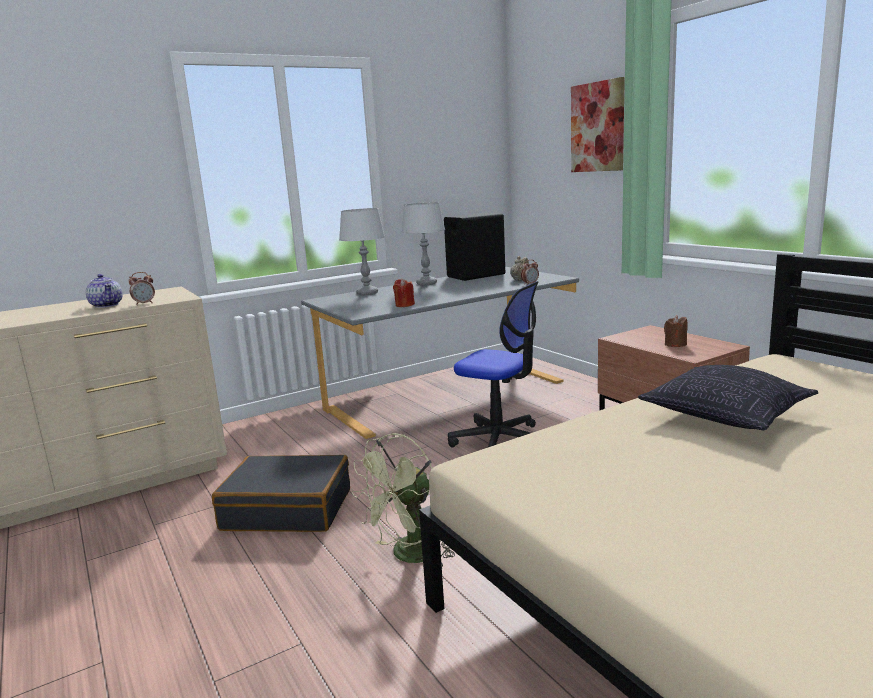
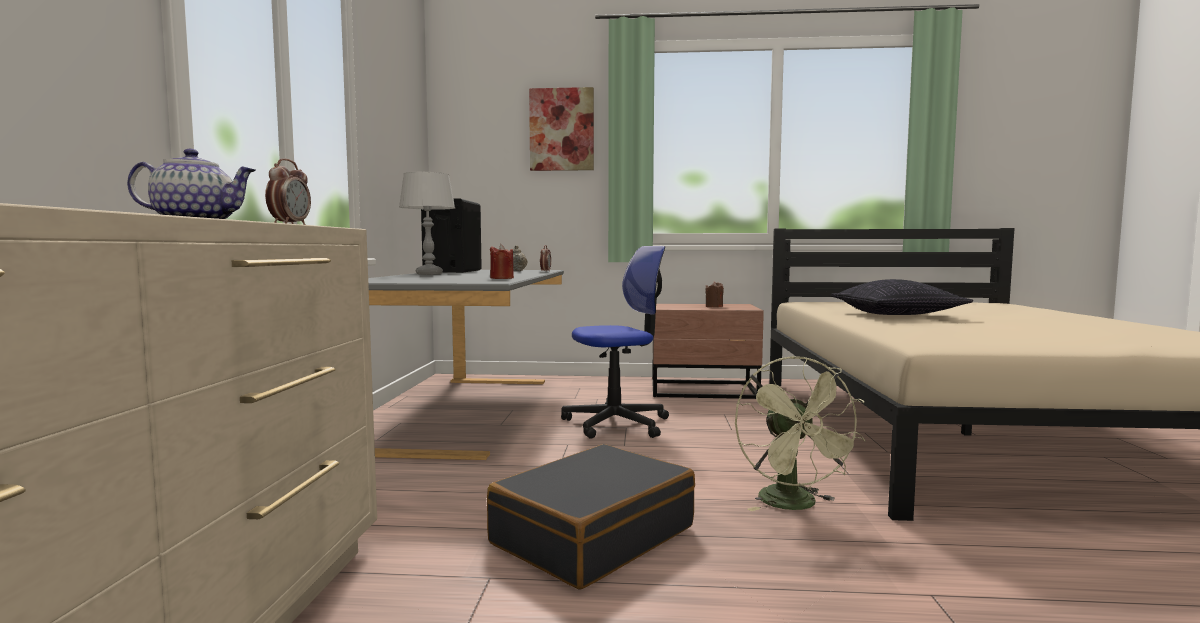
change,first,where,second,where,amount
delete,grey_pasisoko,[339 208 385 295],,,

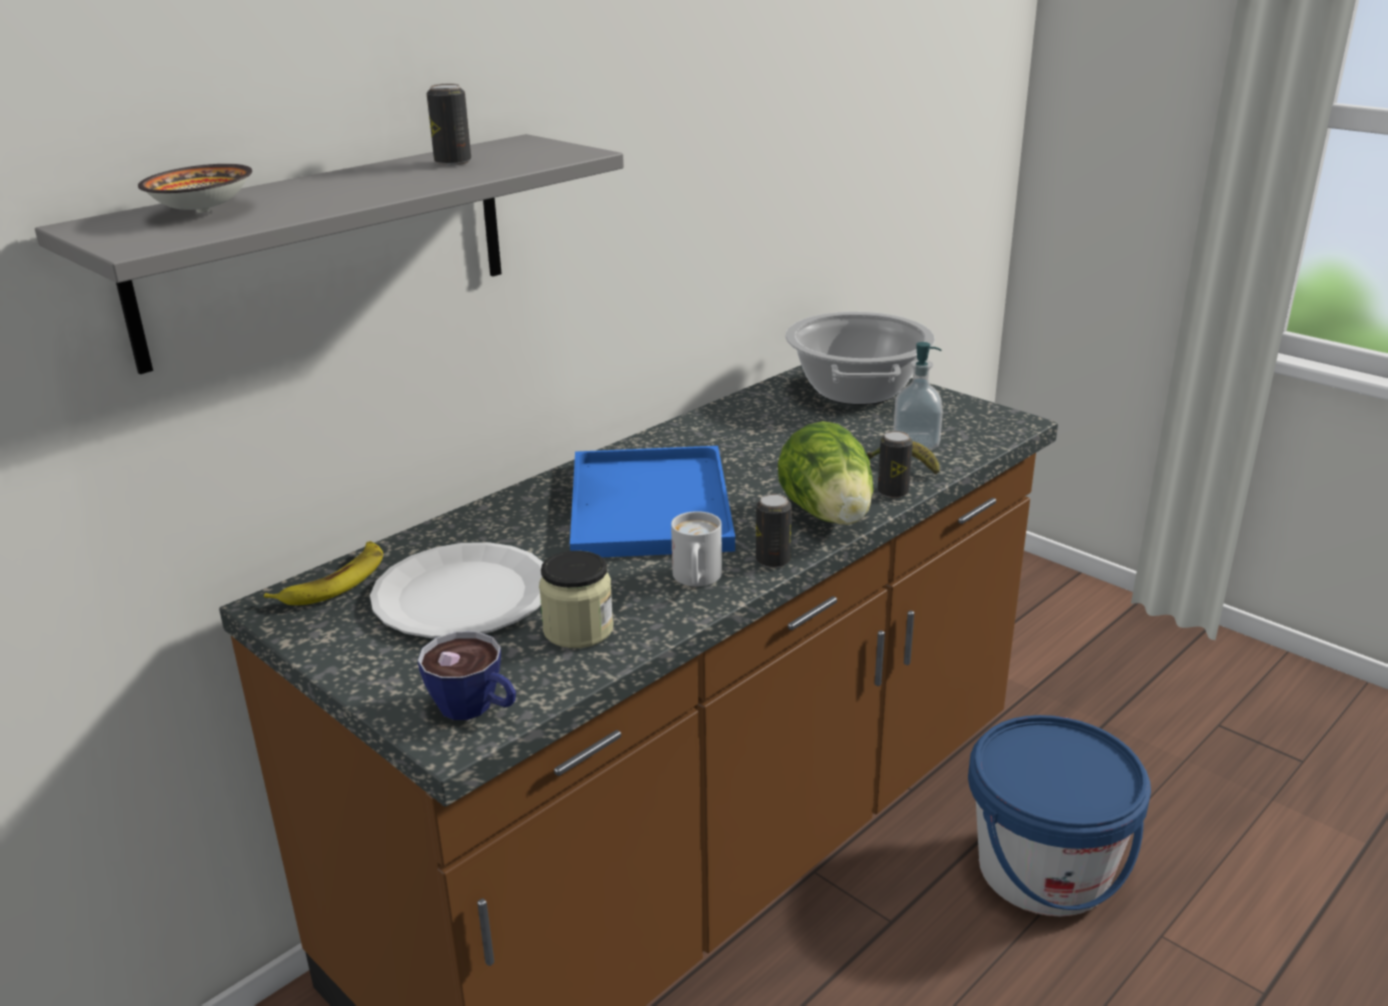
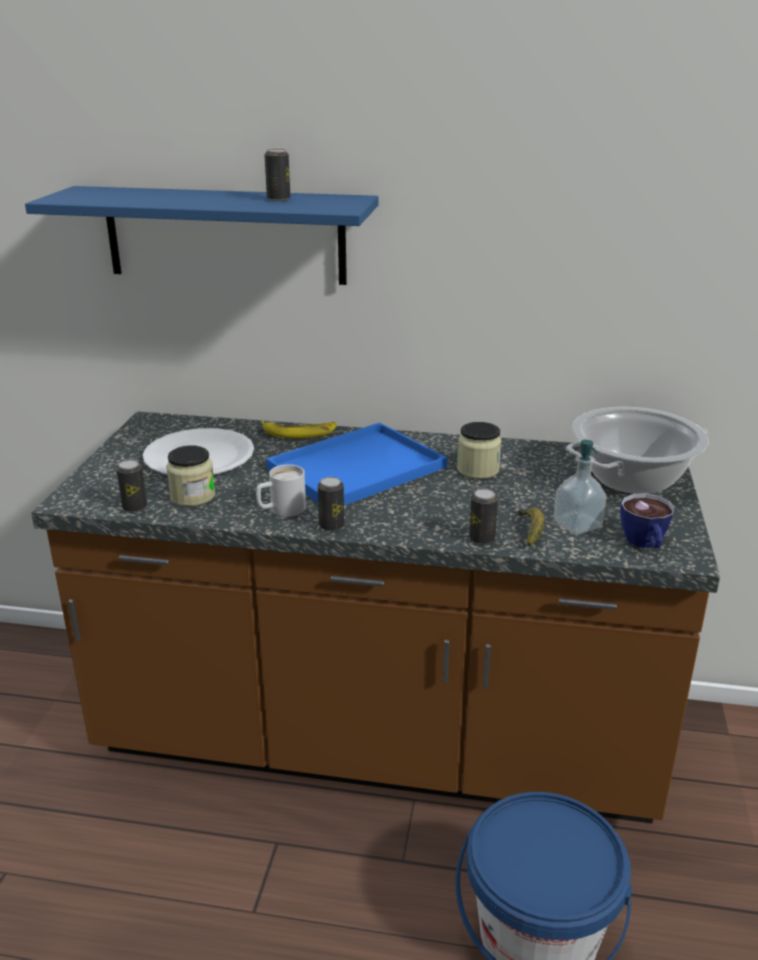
change,first,where,second,where,amount
recolor,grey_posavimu,[35 134 624 374],blue_posavimu,[25 186 379 285],
delete,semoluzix,[138 164 252 213],,,
delete,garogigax,[778 421 873 525],,,
move,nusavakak,[264 541 383 605],,[261 421 337 438],
move,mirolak,[418 631 516 720],,[620 493 675 548],
insert,,,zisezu,[457 422 502 479],
insert,,,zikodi,[116 460 147 512],

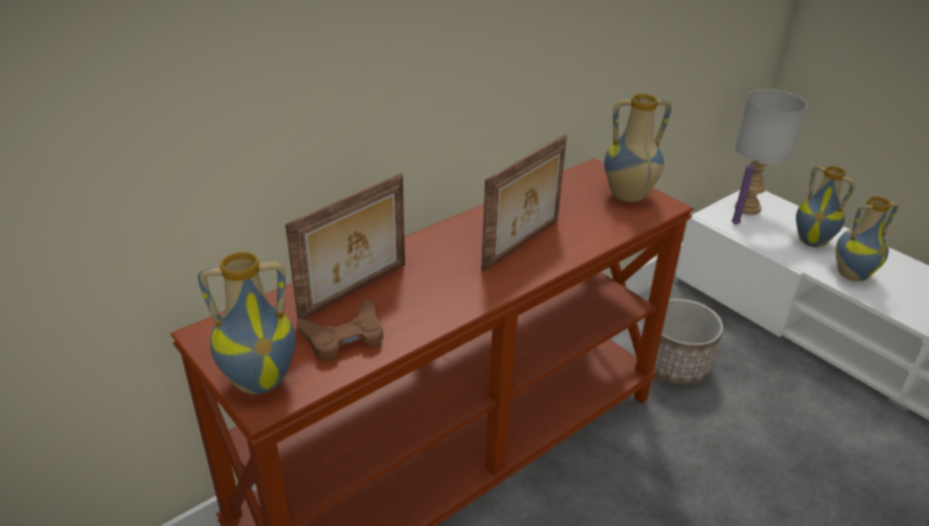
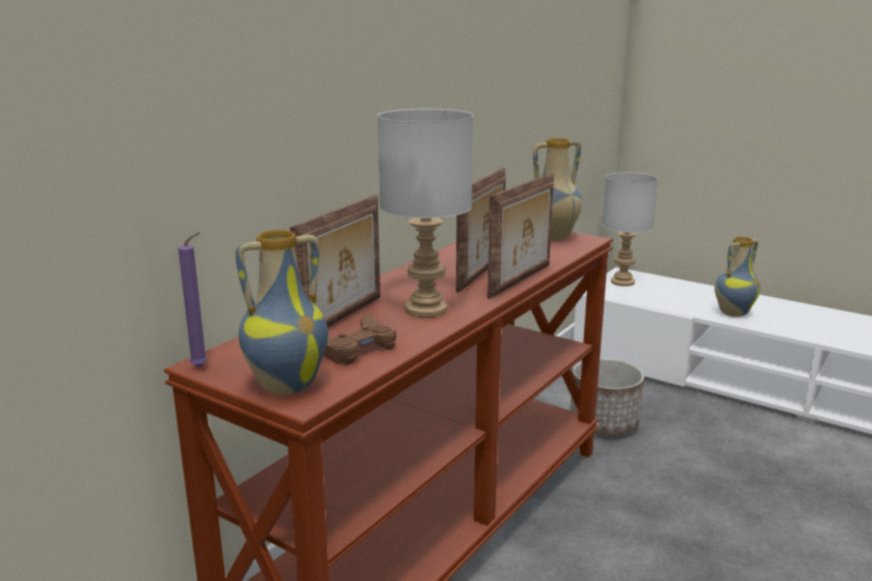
change,first,where,second,where,amount
move,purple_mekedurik,[732 160 760 225],,[178 232 208 368],
delete,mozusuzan,[796 165 855 247],,,
insert,,,grey_pasisoko,[377 109 473 317],
insert,,,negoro,[487 173 554 299],

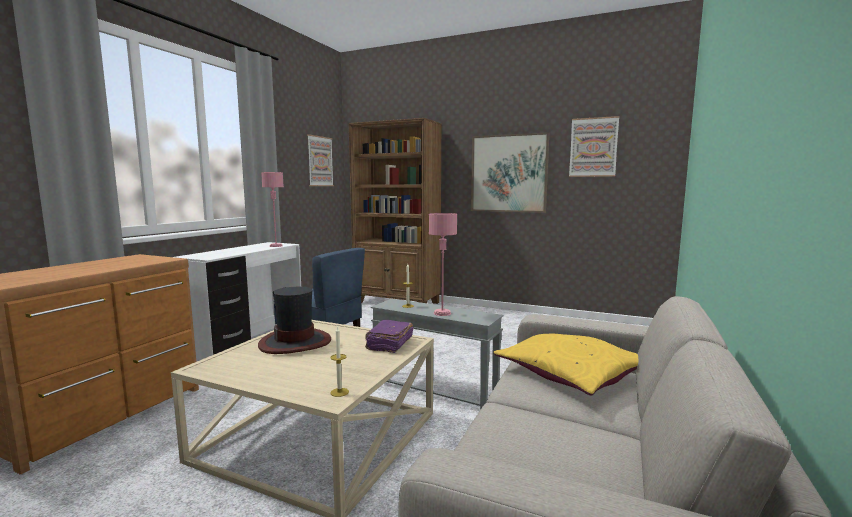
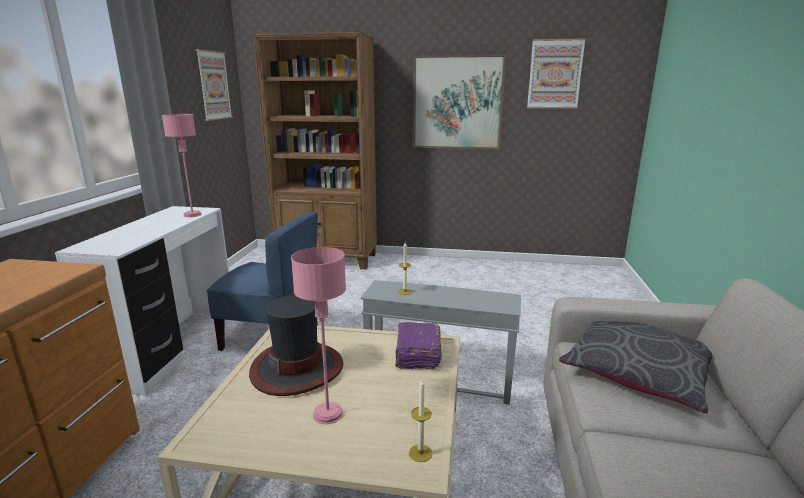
change,first,where,second,where,amount
move,pink_pasisoko,[429 213 457 316],,[291 247 346 424],
recolor,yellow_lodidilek,[493 333 638 396],grey_lodidilek,[559 321 713 413],

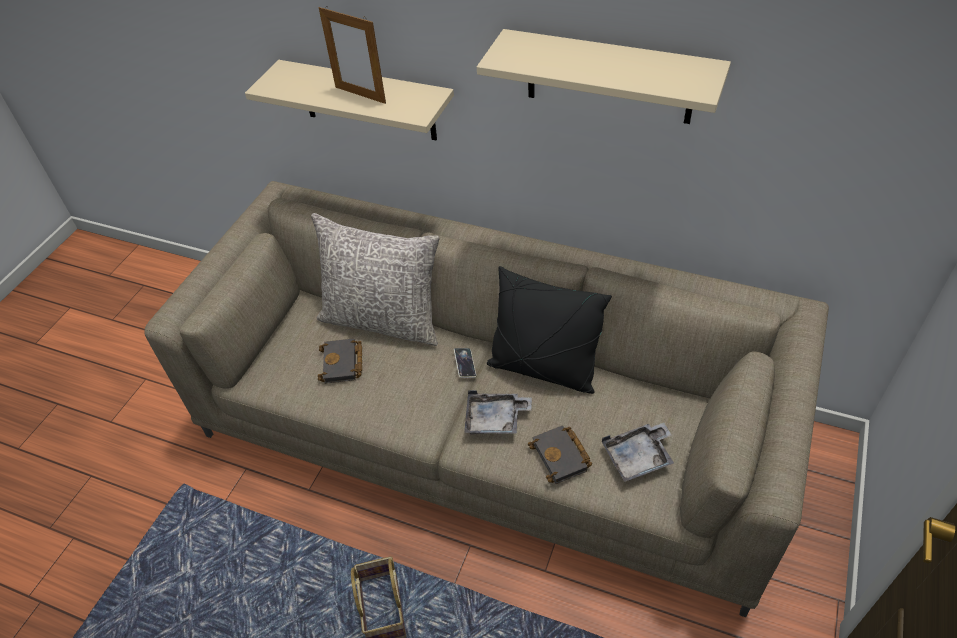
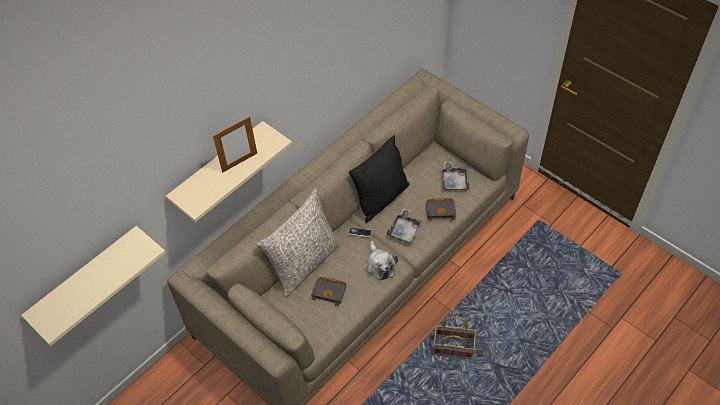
change,first,where,second,where,amount
move,beige_posavimu,[477 29 731 124],,[21 226 166 346],
insert,,,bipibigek,[367 241 398 280],

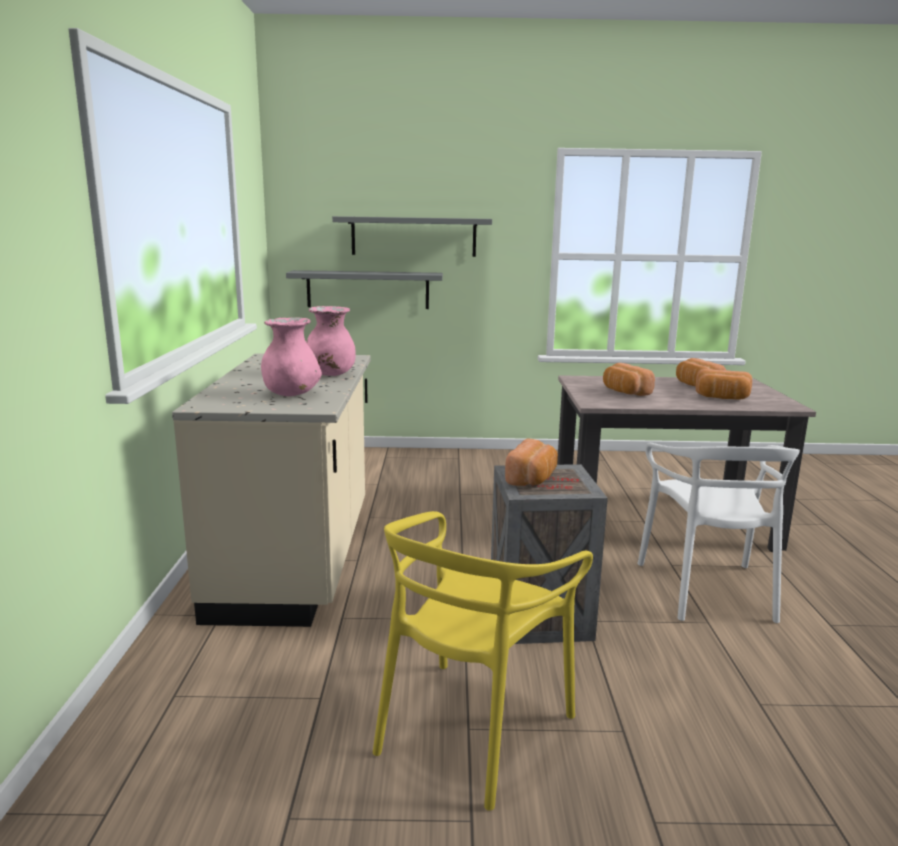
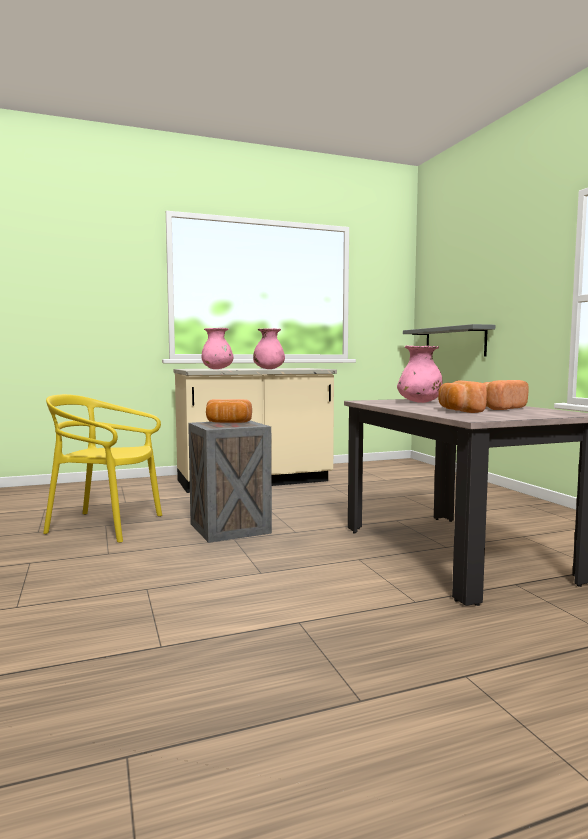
change,first,where,second,where,amount
delete,grey_posavimu,[332 216 492 257],,,
replace,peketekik,[603 363 655 396],pink_mozusuzan,[397 346 443 403],
delete,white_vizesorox,[638 443 800 623],,,

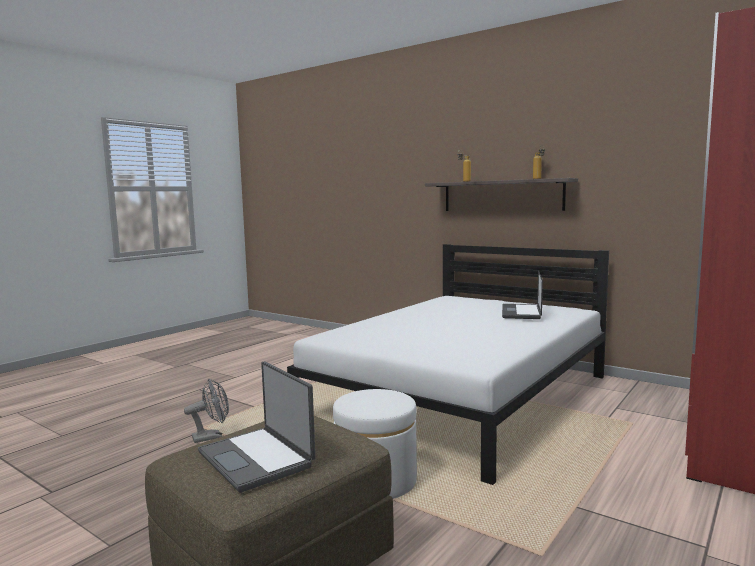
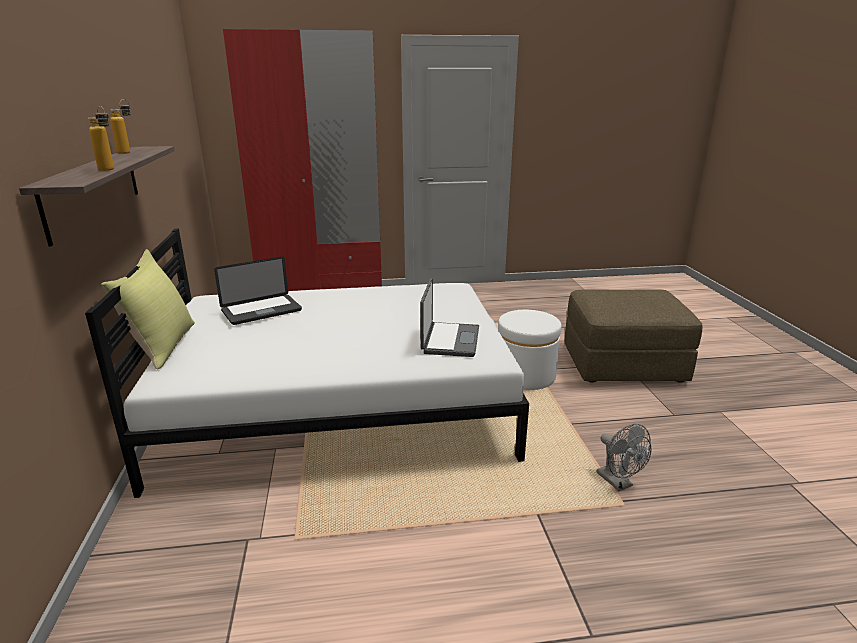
change,first,where,second,where,amount
move,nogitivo,[198 361 315 493],,[420 278 479 357],
rotate,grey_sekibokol,[184 379 229 443],,[596 424 652 491],135 degrees counterclockwise
insert,,,yellow_lodidilek,[101 249 195 369],

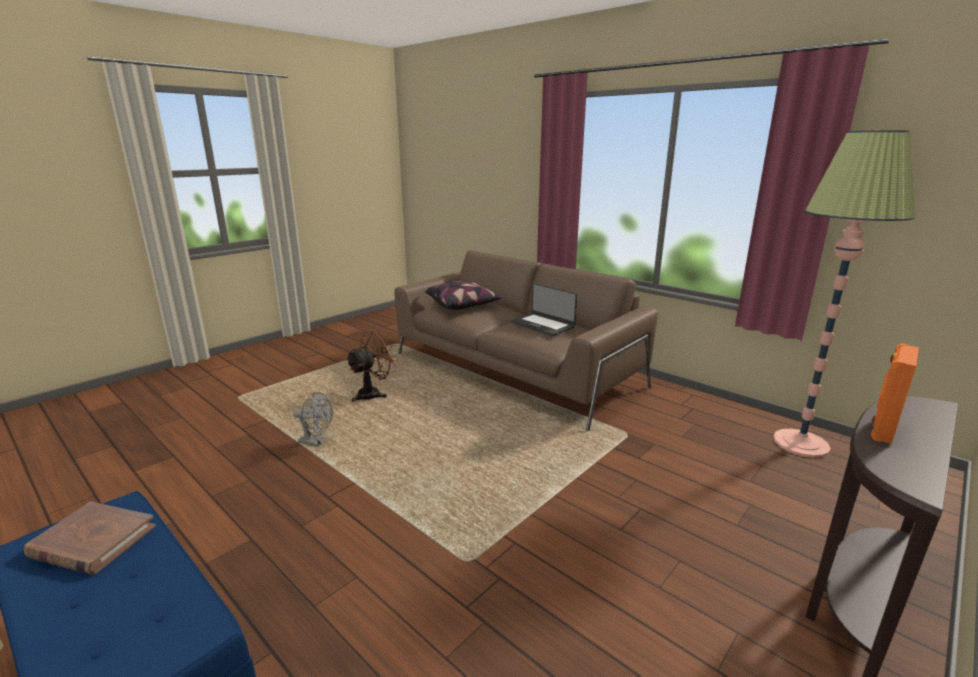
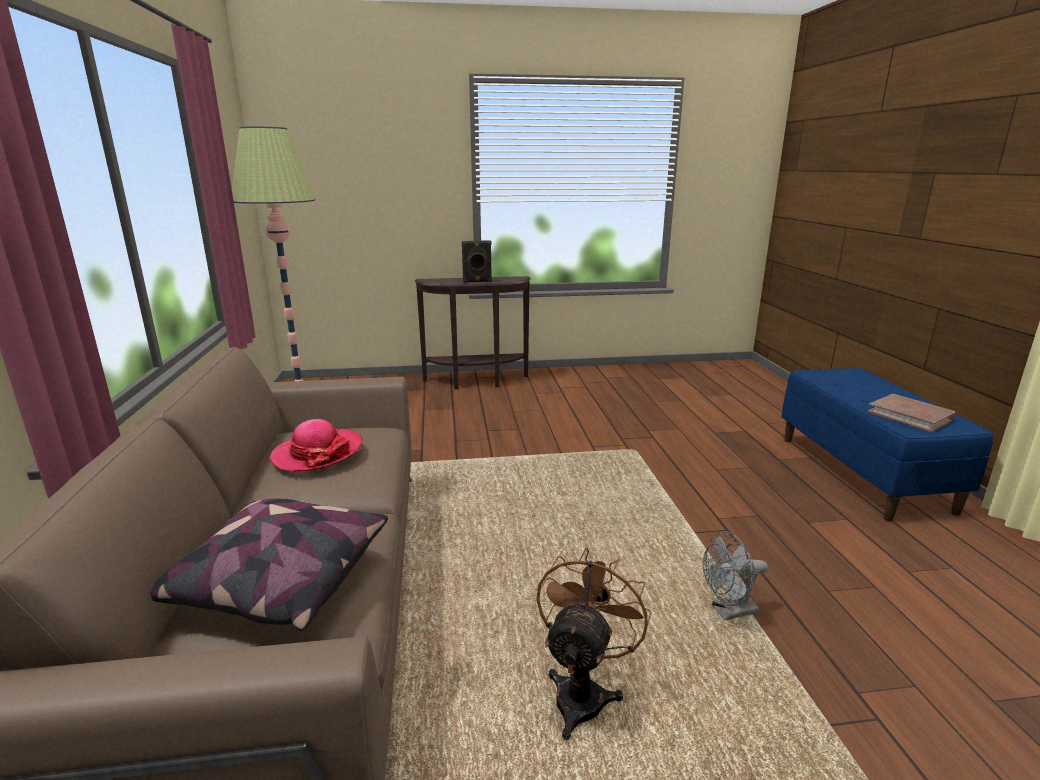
change,first,where,second,where,amount
replace,nogitivo,[511 283 577 336],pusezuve,[269 419 363 472],
rotate,brown_sekibokol,[346 329 399 402],,[536 548 651 740],120 degrees clockwise
recolor,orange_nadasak,[871 343 919 444],black_nadasak,[462 240 492 283],
rotate,grey_sekibokol,[293 392 333 447],,[703 532 768 620],75 degrees counterclockwise

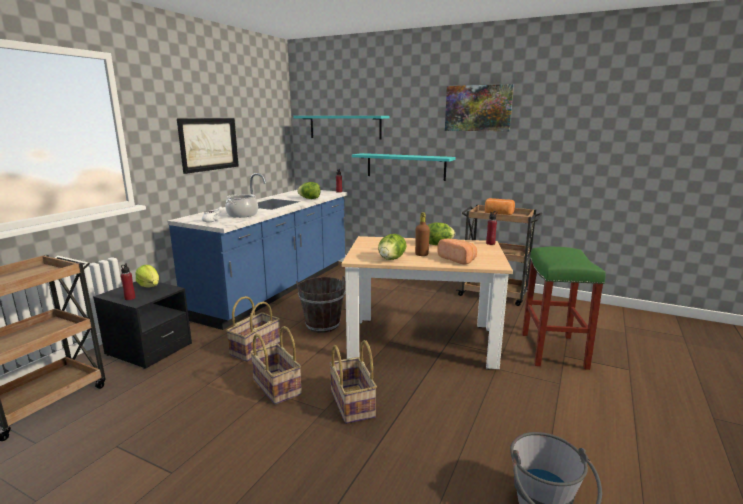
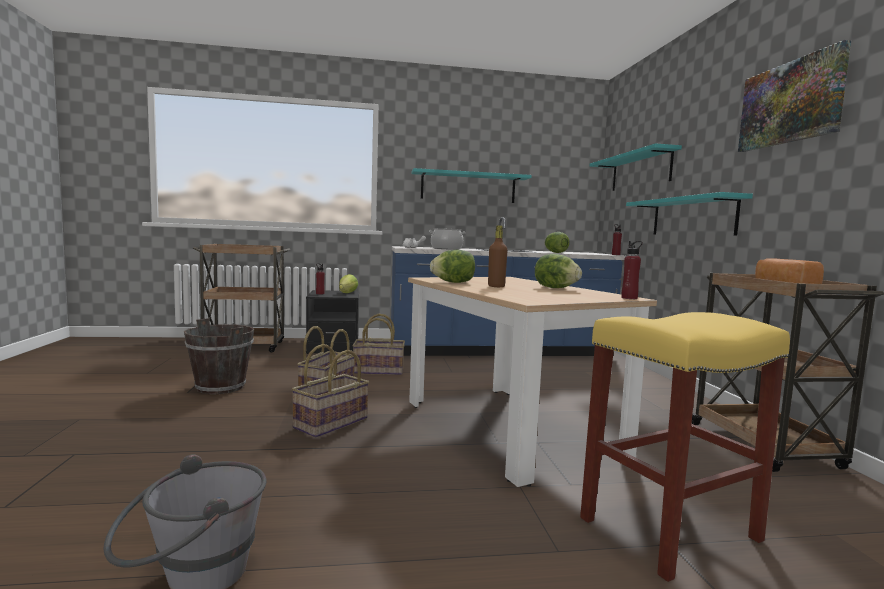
change,first,where,second,where,amount
replace,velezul,[177 118 239 174],turquoise_posavimu,[412 168 532 203],
delete,peketekik,[437 239 477 265],,,
recolor,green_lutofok,[522 247 606 370],yellow_lutofok,[580 312 790 582],
move,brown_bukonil,[296 276 345 333],,[184 318 254 394],

